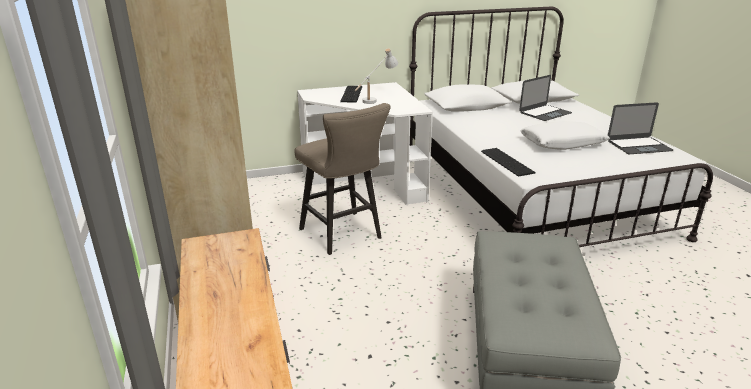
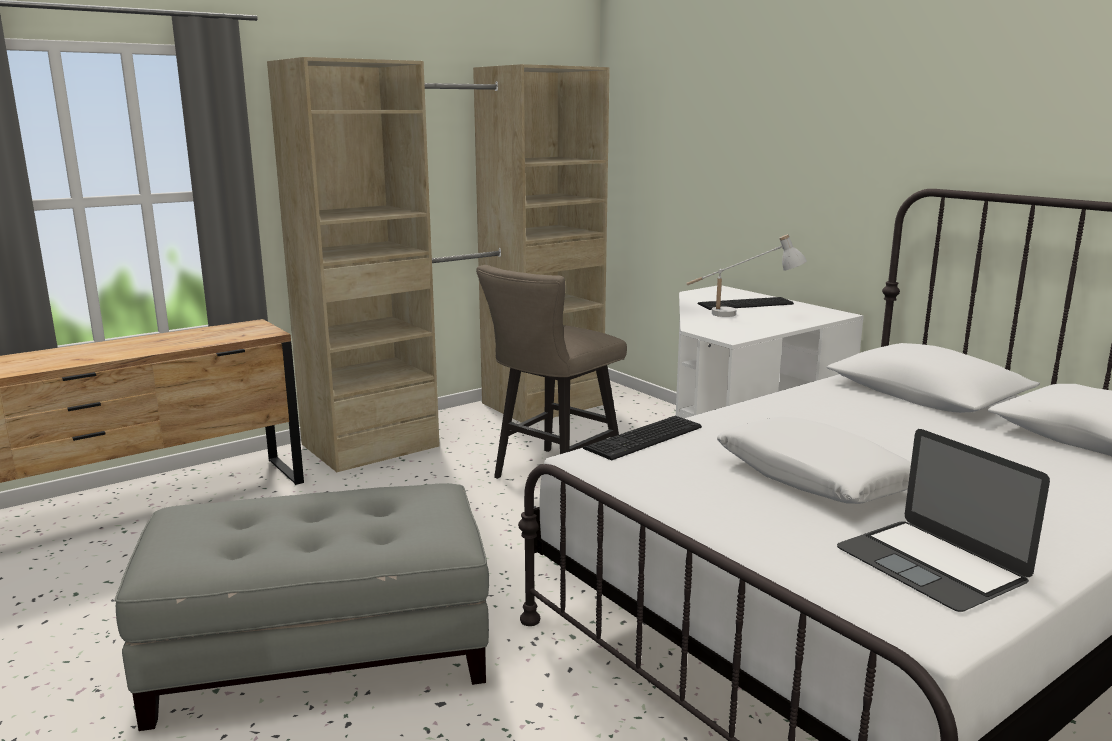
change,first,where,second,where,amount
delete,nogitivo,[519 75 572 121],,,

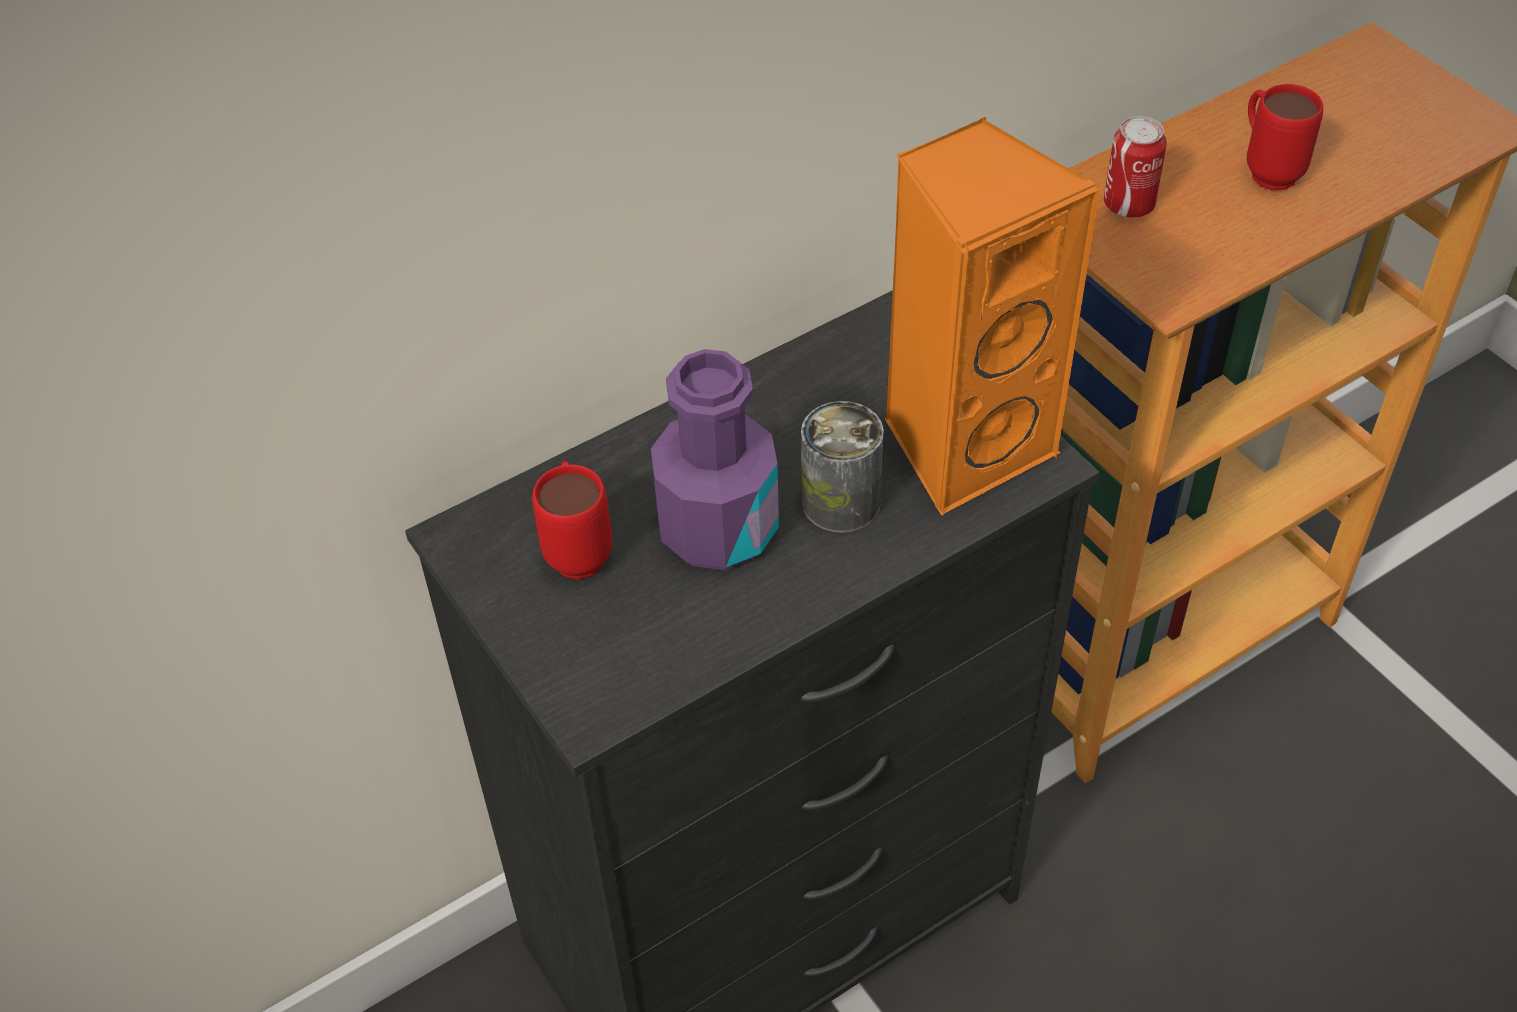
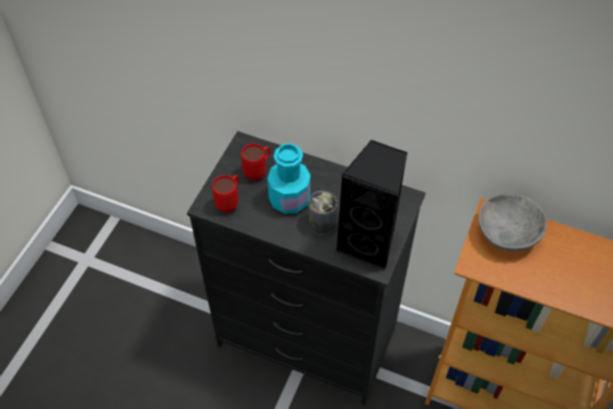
change,first,where,second,where,amount
move,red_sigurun,[1247 84 1323 190],,[212 175 239 213],
replace,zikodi,[1104 116 1167 218],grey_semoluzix,[478 194 547 251],
recolor,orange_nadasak,[885 117 1102 515],black_nadasak,[336 140 407 270],
recolor,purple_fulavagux,[651 349 779 570],turquoise_fulavagux,[267 143 311 214],

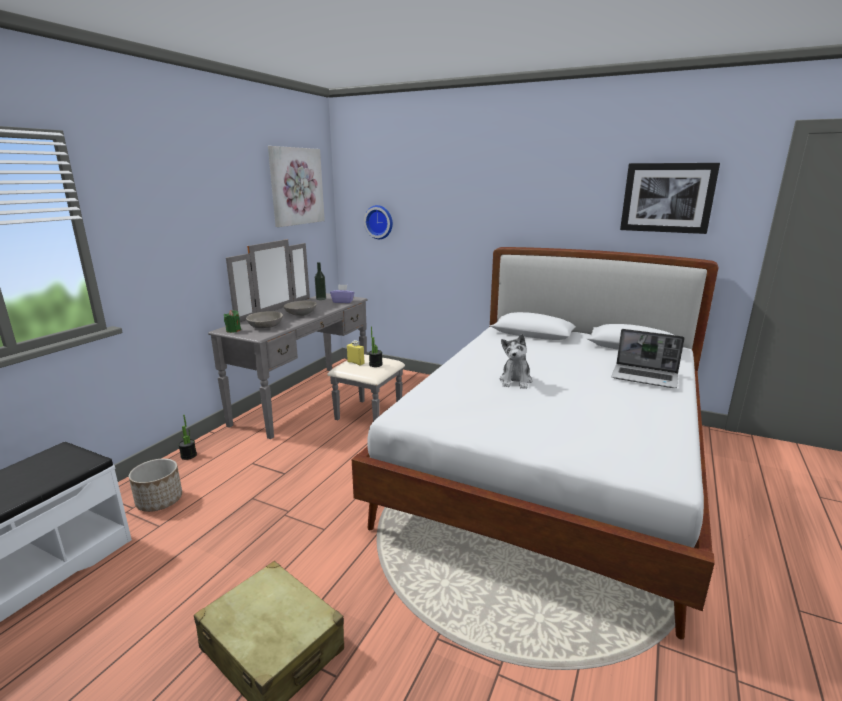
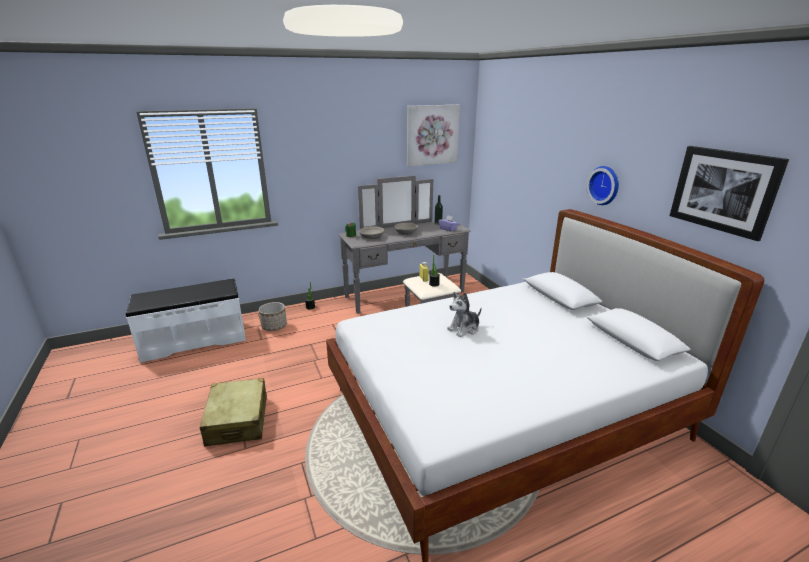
change,first,where,second,where,amount
move,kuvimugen,[364 205 393 239],,[587 166 619 205],
delete,nogitivo,[611 329 685 388],,,

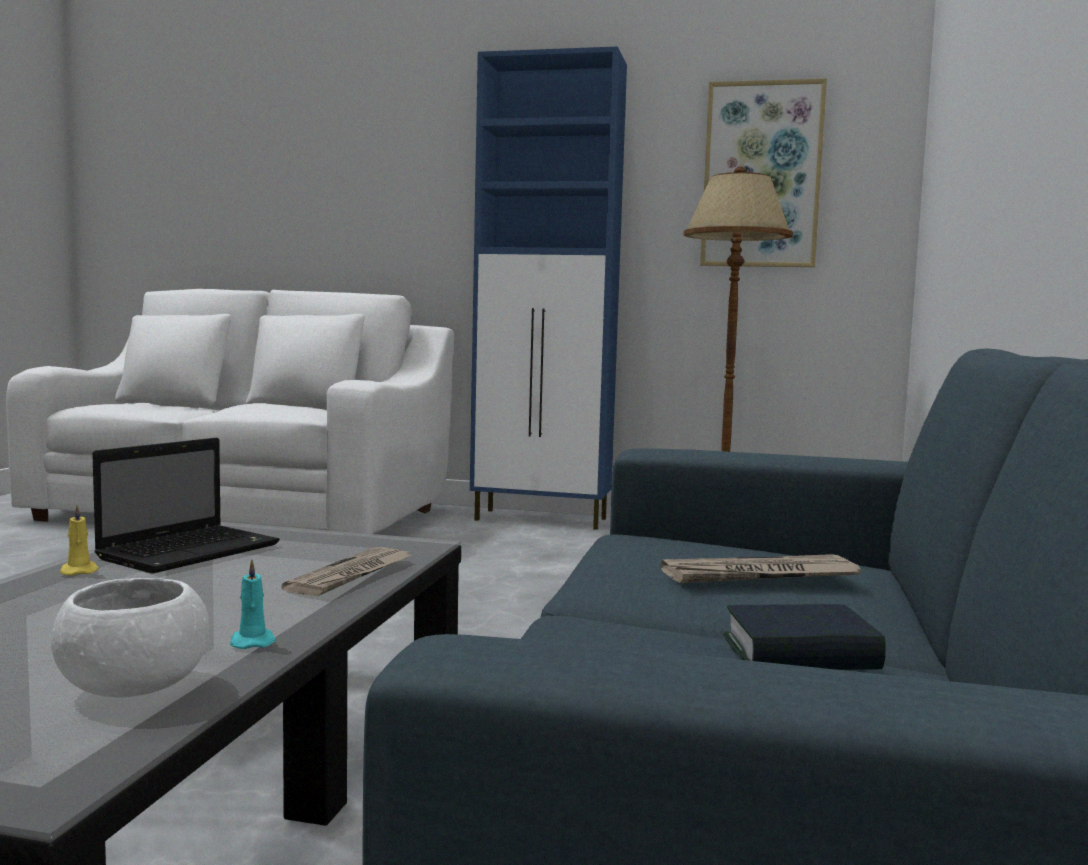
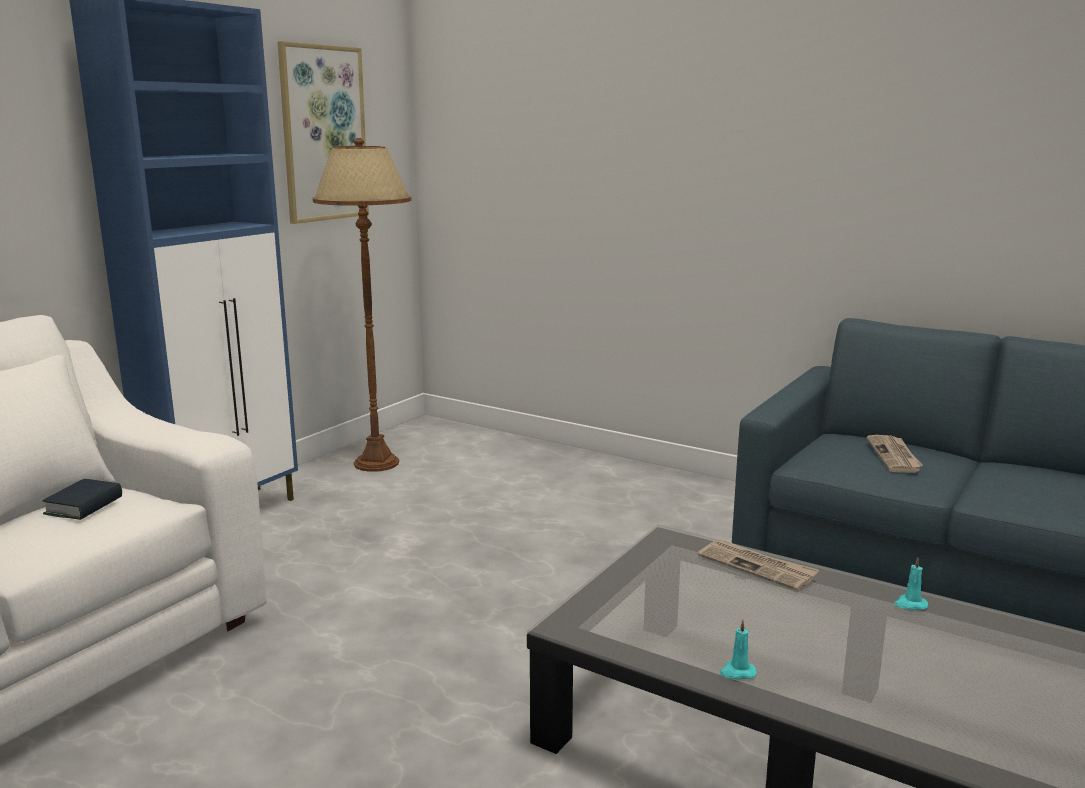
change,first,where,second,where,amount
delete,nogitivo,[92 438 280 574],,,
recolor,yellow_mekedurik,[60 505 99 576],turquoise_mekedurik,[720 620 757 680],
delete,white_semoluzix,[51 578 209 697],,,
move,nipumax,[723 604 886 670],,[42 479 122 520],

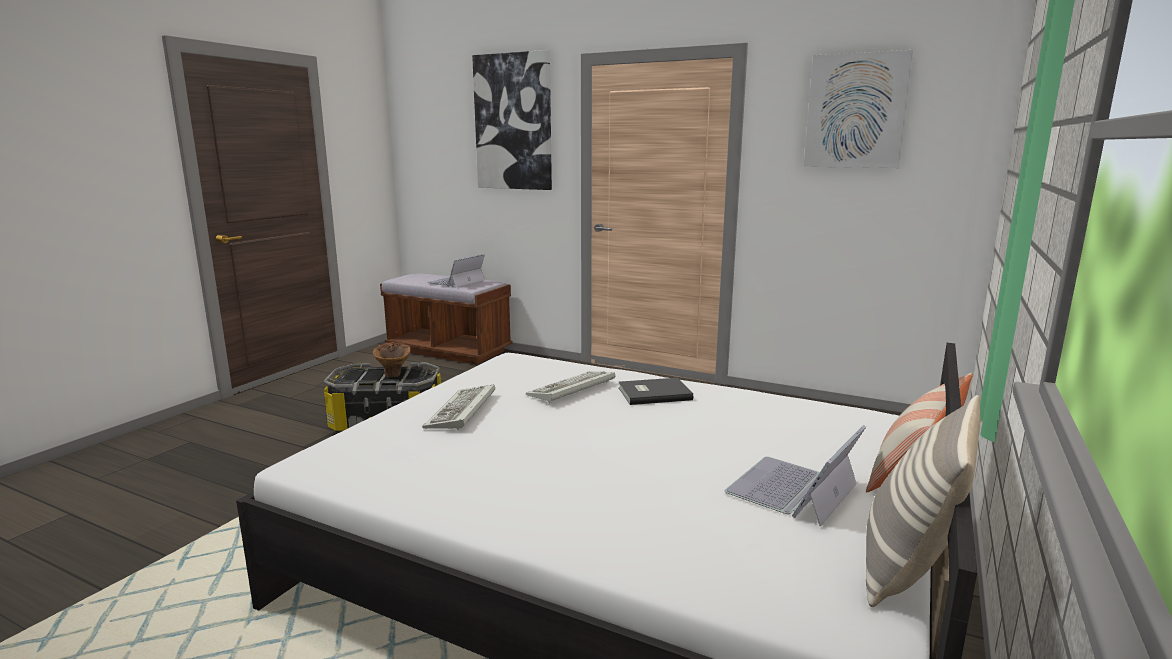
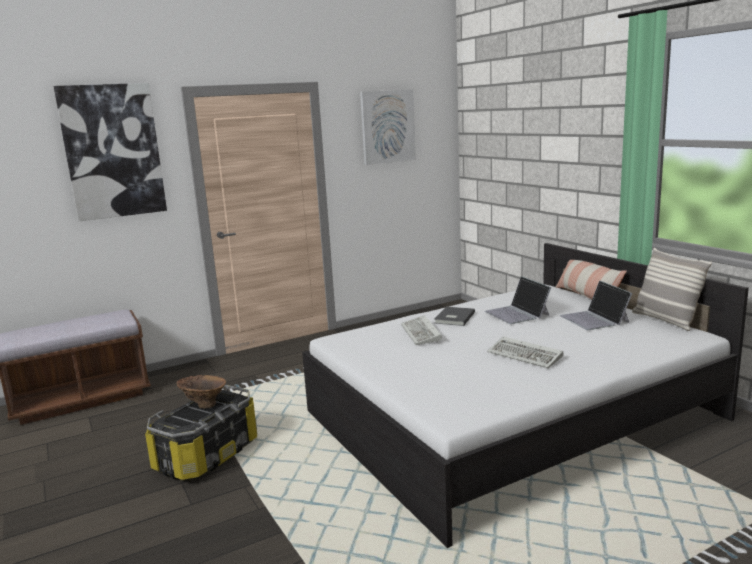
change,first,where,second,where,amount
move,nogitivo,[427 254 485 287],,[485 276 551 324],
move,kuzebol,[422 384 495 430],,[487 336 563 368],

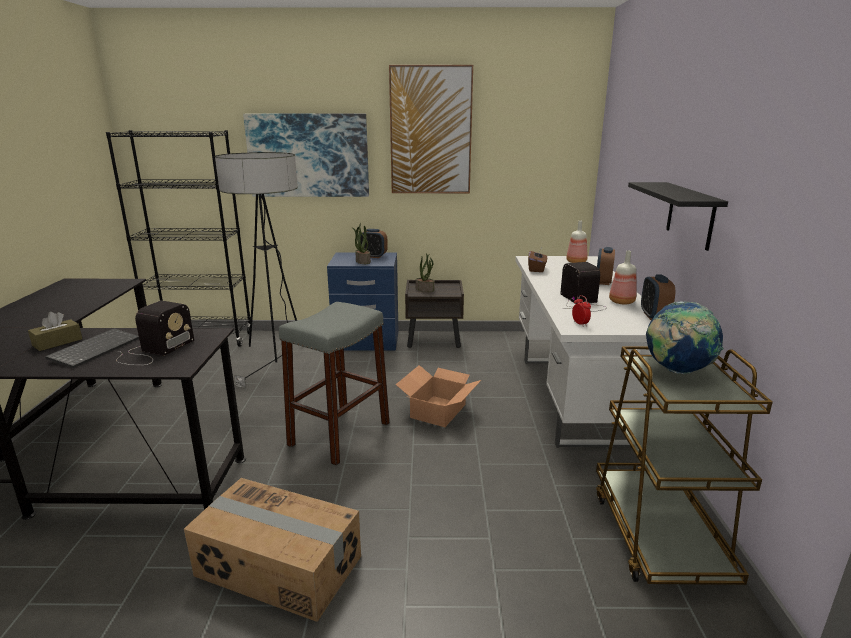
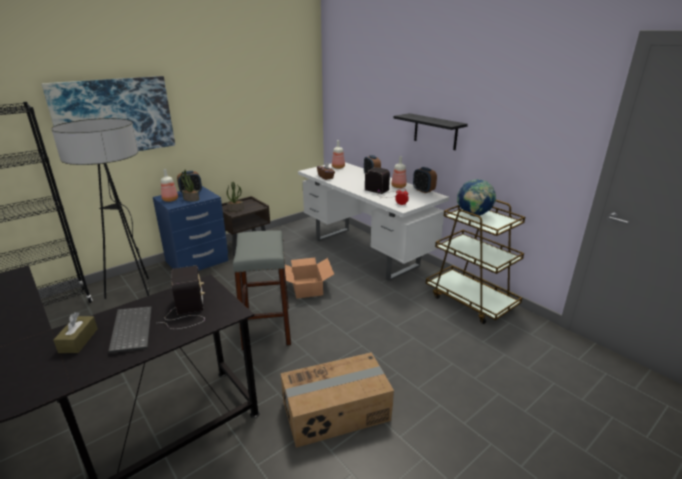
change,first,where,second,where,amount
delete,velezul,[389 65 473 193],,,
insert,,,fulavagux,[161 169 178 202],

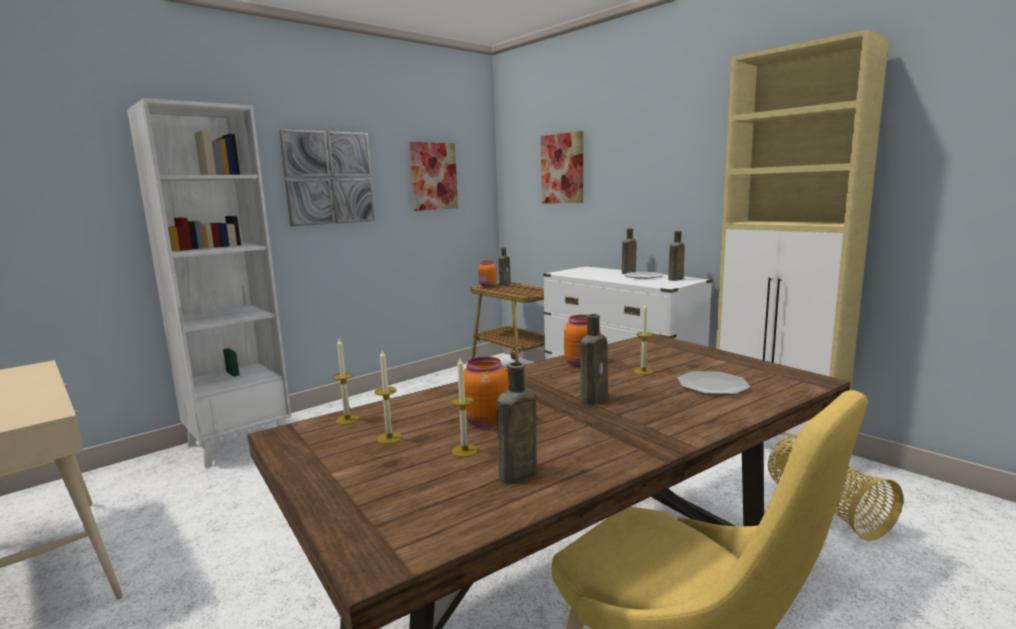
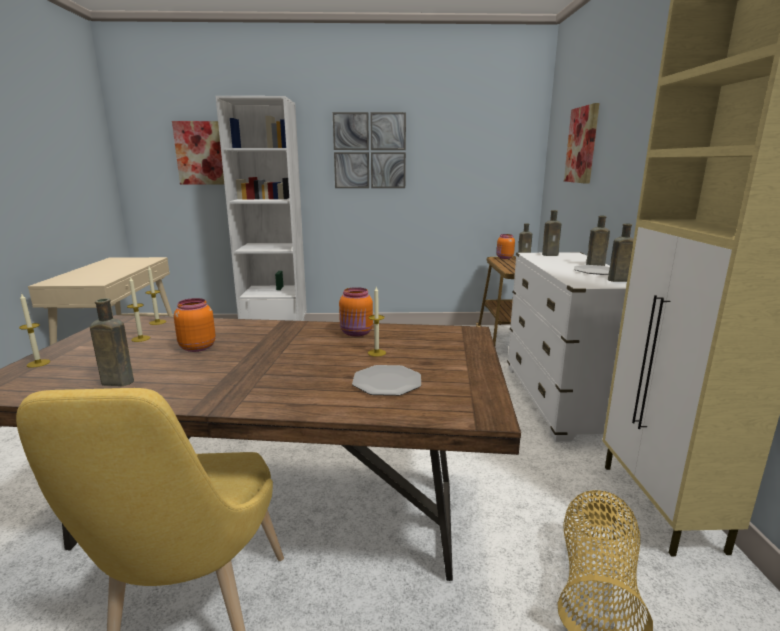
change,first,where,second,where,amount
move,velezul,[409 142 458 211],,[172 121 224 185],
move,brown_fulavagux,[580 314 608 405],,[542 210 561 256],
move,mekedurik,[451 358 478 457],,[19 293 50 368],

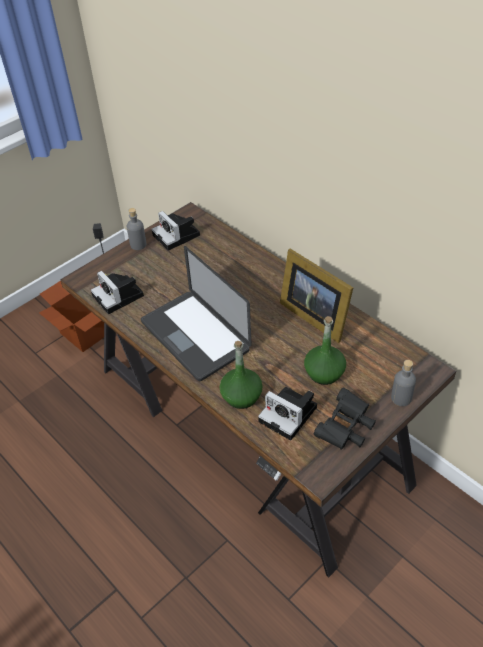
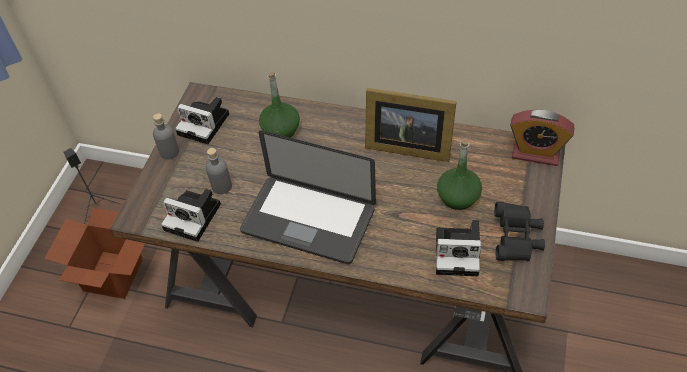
change,first,where,second,where,amount
move,green_fulavagux,[220 341 263 409],,[259 72 300 137],
move,grey_fulavagux,[391 360 416 406],,[206 148 232 194],
insert,,,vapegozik,[510 110 574 166],

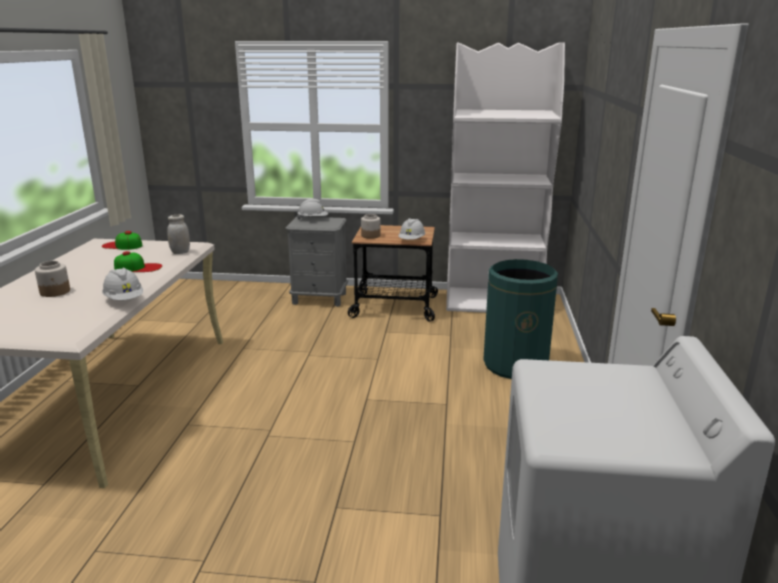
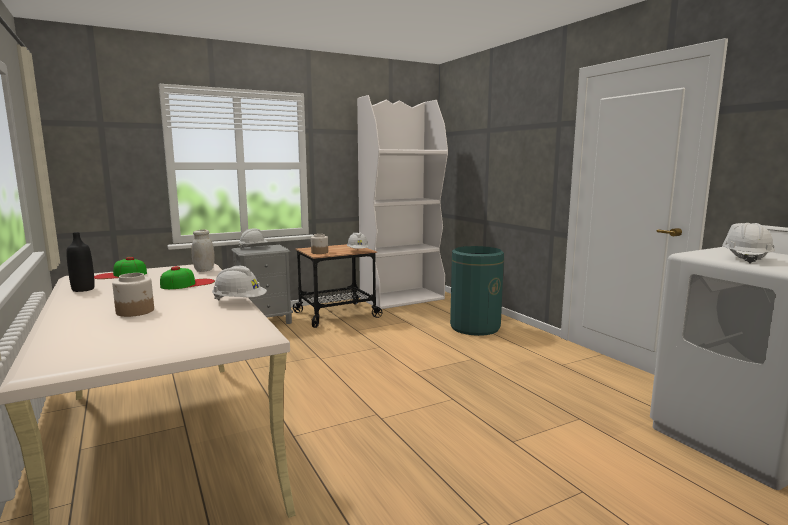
change,first,where,second,where,amount
insert,,,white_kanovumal,[724 223 775 264],
insert,,,black_fulavagux,[66 232 95 292],

